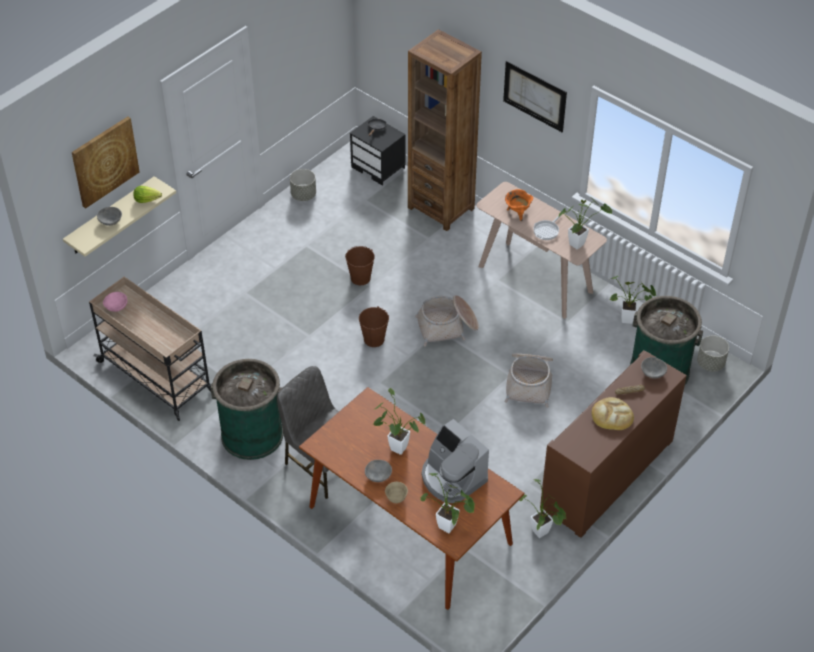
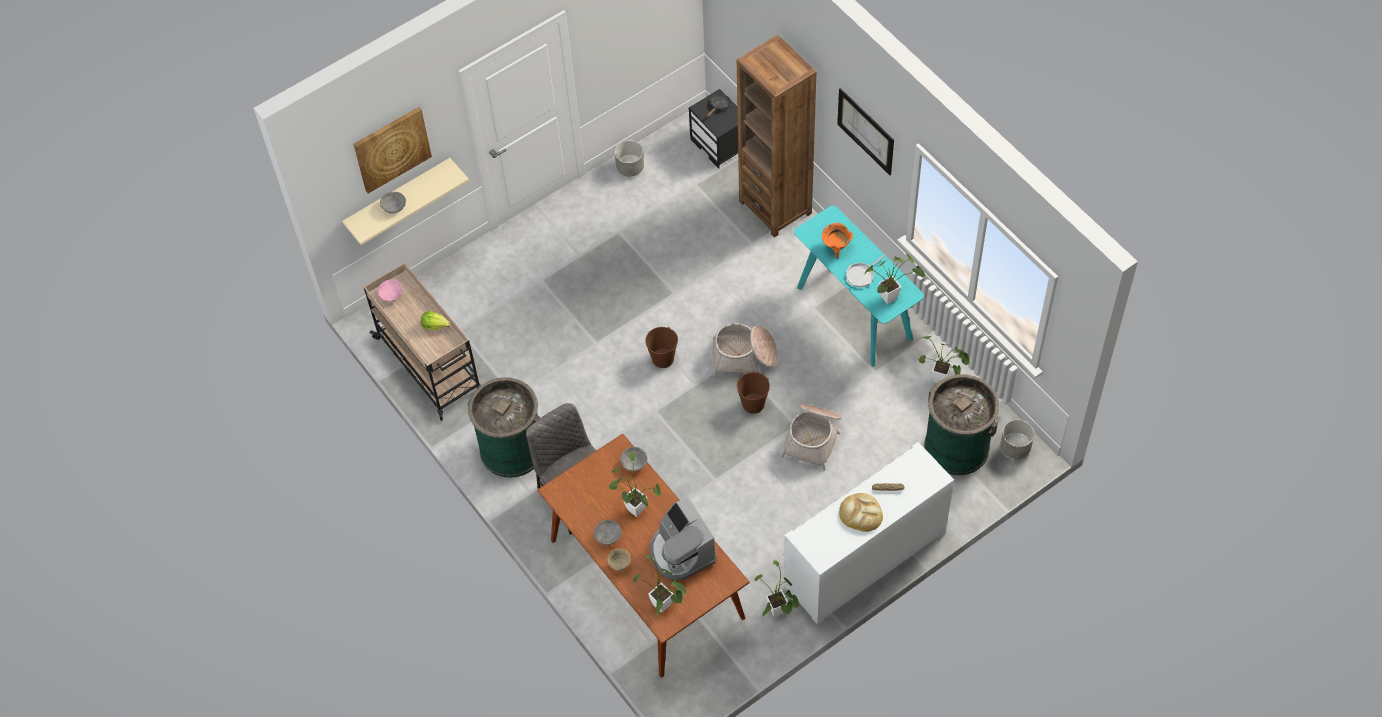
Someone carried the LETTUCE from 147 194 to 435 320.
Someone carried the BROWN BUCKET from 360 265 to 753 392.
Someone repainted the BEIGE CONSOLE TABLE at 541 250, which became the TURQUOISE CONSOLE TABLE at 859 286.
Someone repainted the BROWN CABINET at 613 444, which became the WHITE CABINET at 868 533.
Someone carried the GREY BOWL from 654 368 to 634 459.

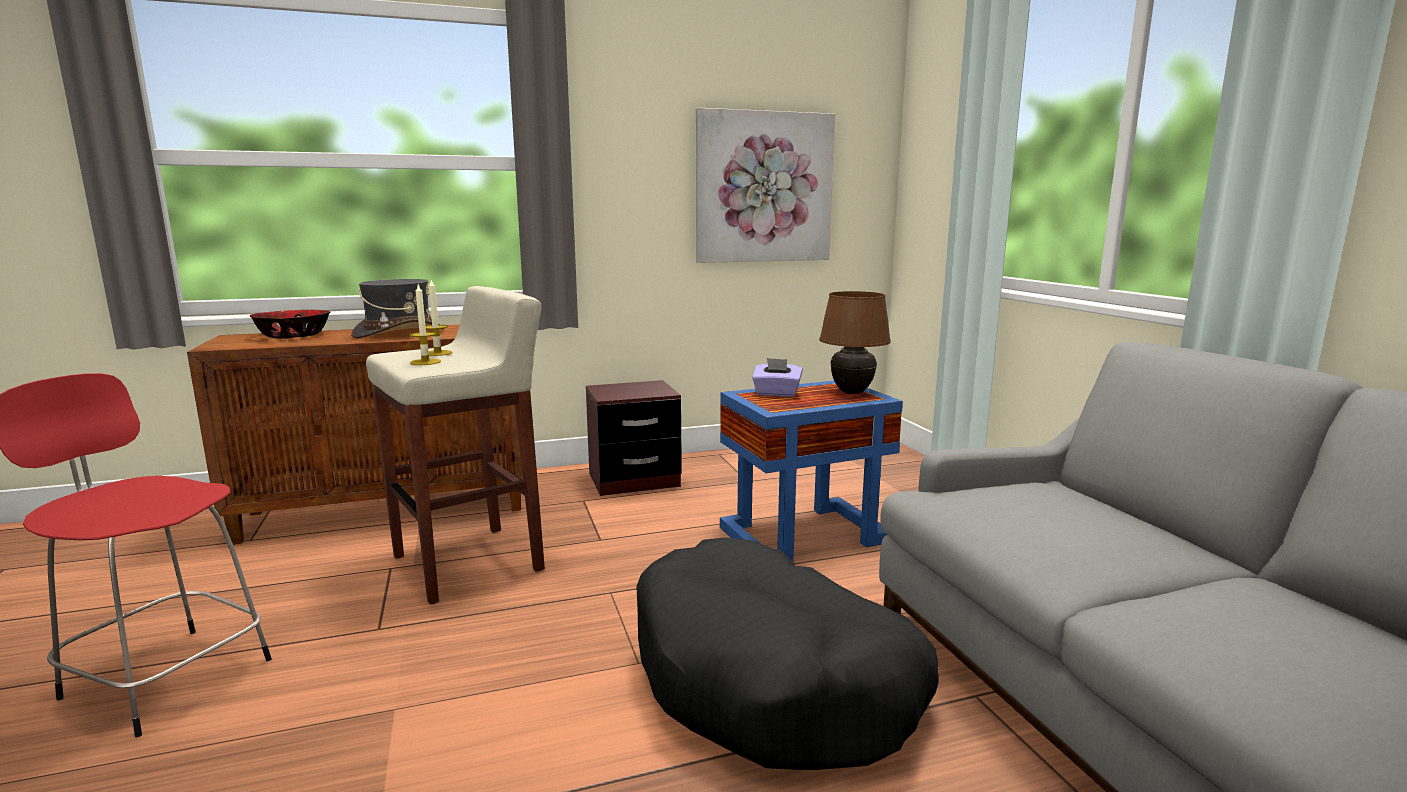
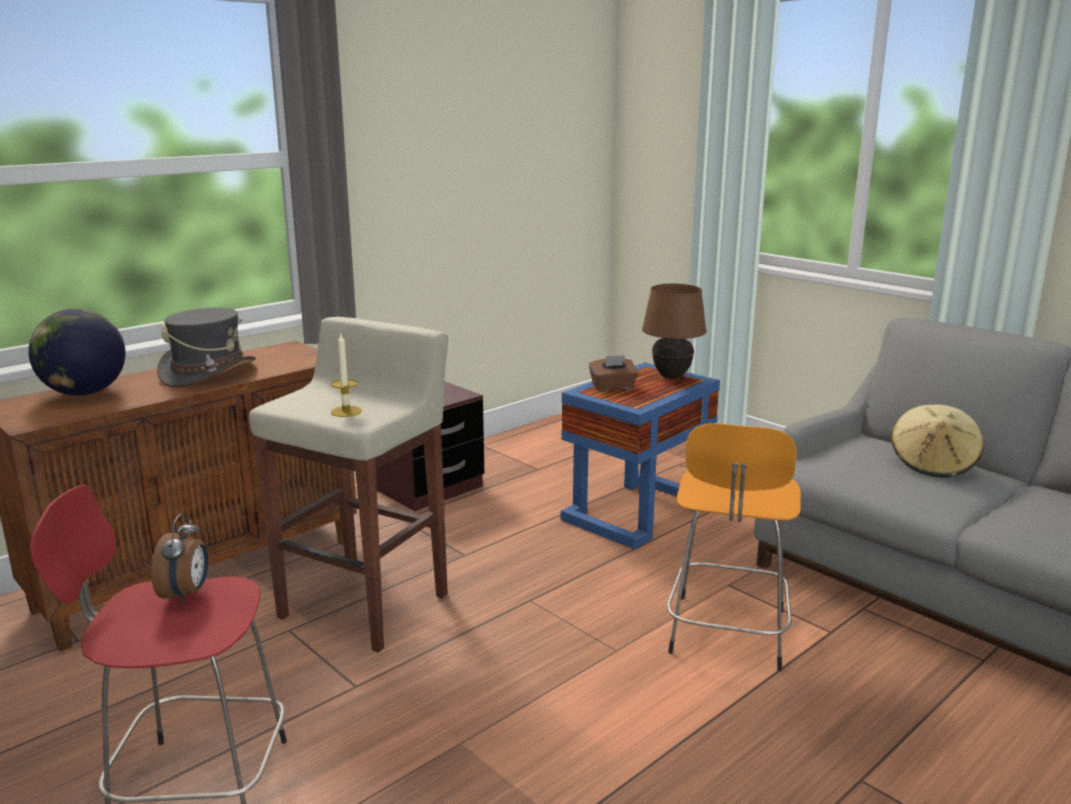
Someone swapped the BOWL at 290 324 for the GLOBE at 77 352.
Someone took away the CANDLE at 439 318.
Someone swapped the BLACK DOG BED at 787 653 for the ORANGE STOOL at 734 547.
Someone took away the PICTURE at 765 185.
Someone repainted the PURPLE TISSUE BOX at 777 377, which became the BROWN TISSUE BOX at 614 373.
Someone put down the ALARM CLOCK at 179 558.
Someone put down the BEIGE HAT at 937 441.

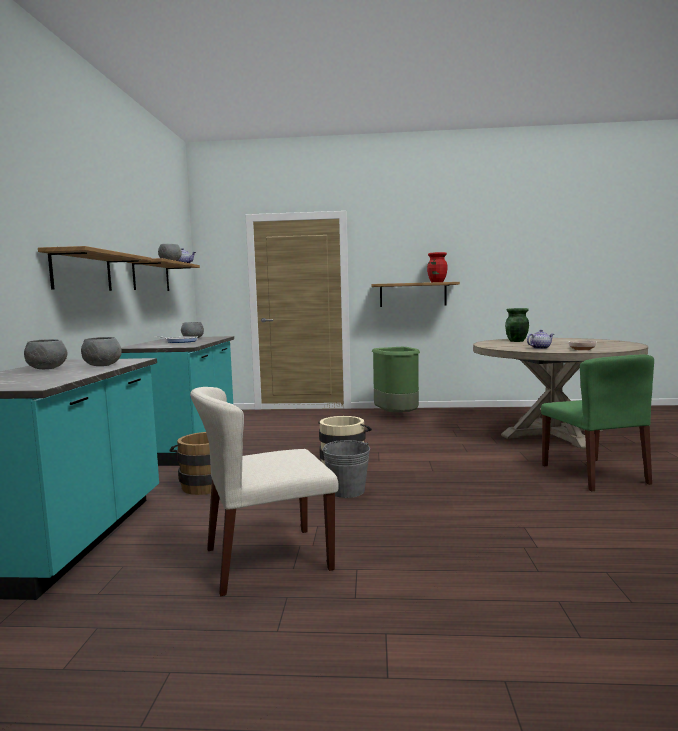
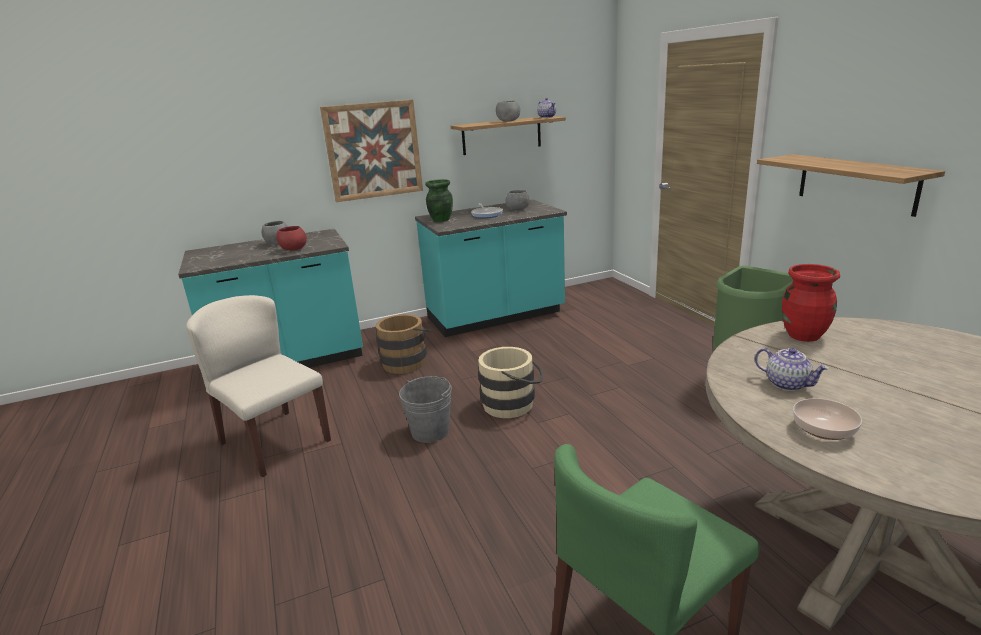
Someone swapped the SHELF at 95 268 for the PICTURE at 371 150.
Someone repainted the GREY BOWL at 101 351, which became the RED BOWL at 292 238.
Someone carried the RED VASE from 437 267 to 811 303.
Someone carried the GREEN VASE from 517 325 to 439 200.

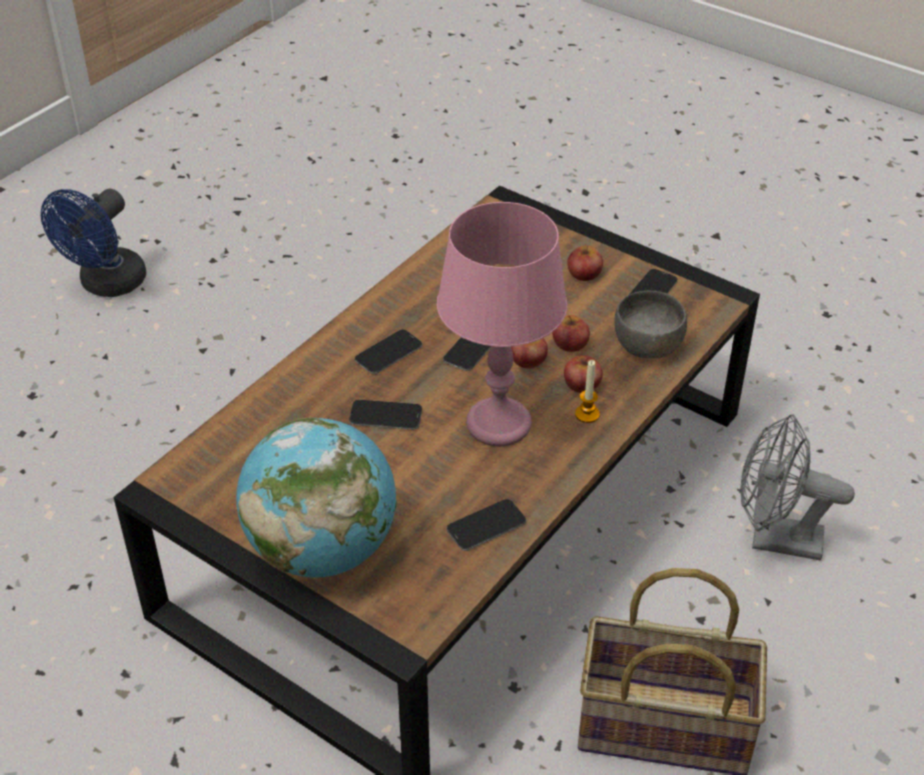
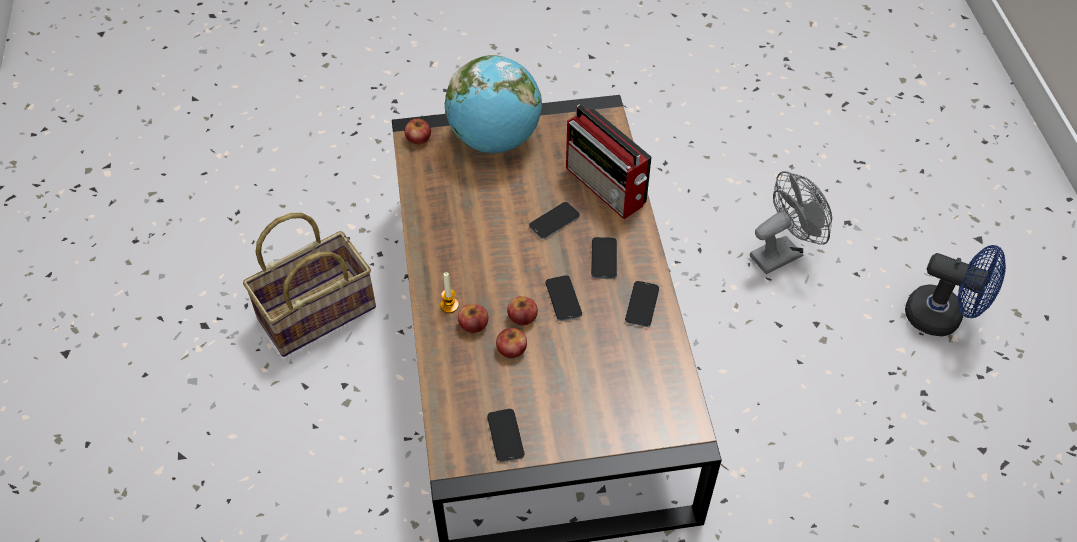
Someone rotated the BLUE FAN at 93 243 by 135 degrees clockwise.
Someone took away the PINK TABLE LAMP at 502 324.
Someone carried the PHONE from 486 525 to 642 304.
Someone carried the APPLE from 585 263 to 418 131.
Someone took away the GREY BOWL at 651 325.
Someone carried the GREY FAN from 797 487 to 791 222.
Someone put down the RADIO at 609 162.

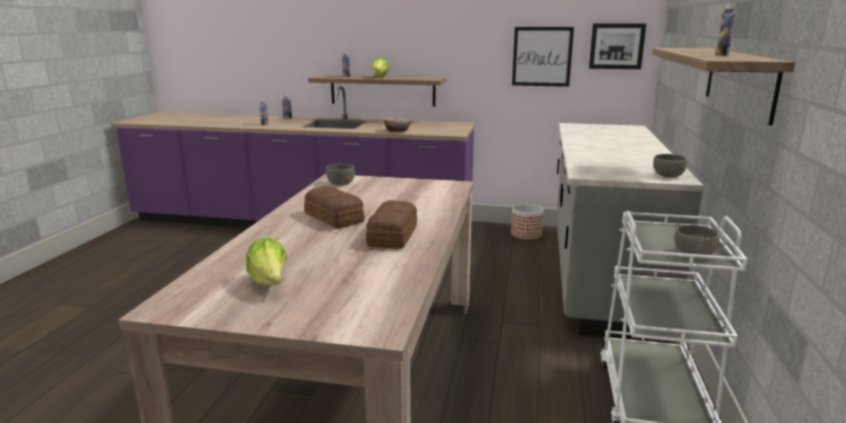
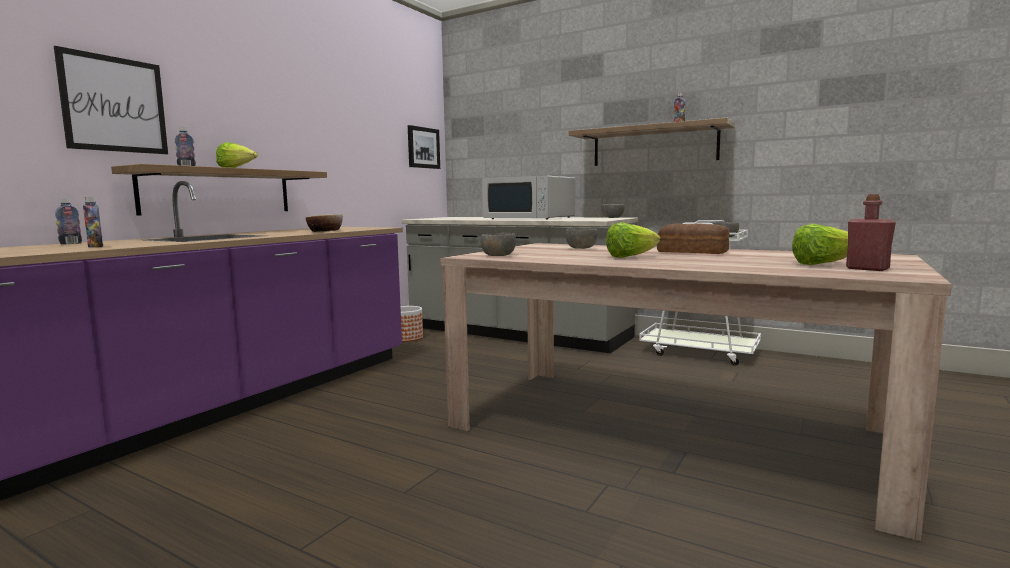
Someone swapped the BREAD at 334 207 for the LETTUCE at 633 240.
Someone carried the PICTURE from 543 57 to 111 100.
Someone put down the WHITE MICROWAVE at 528 197.
Someone put down the GREY BOWL at 582 238.
Someone put down the RED BOTTLE at 871 232.

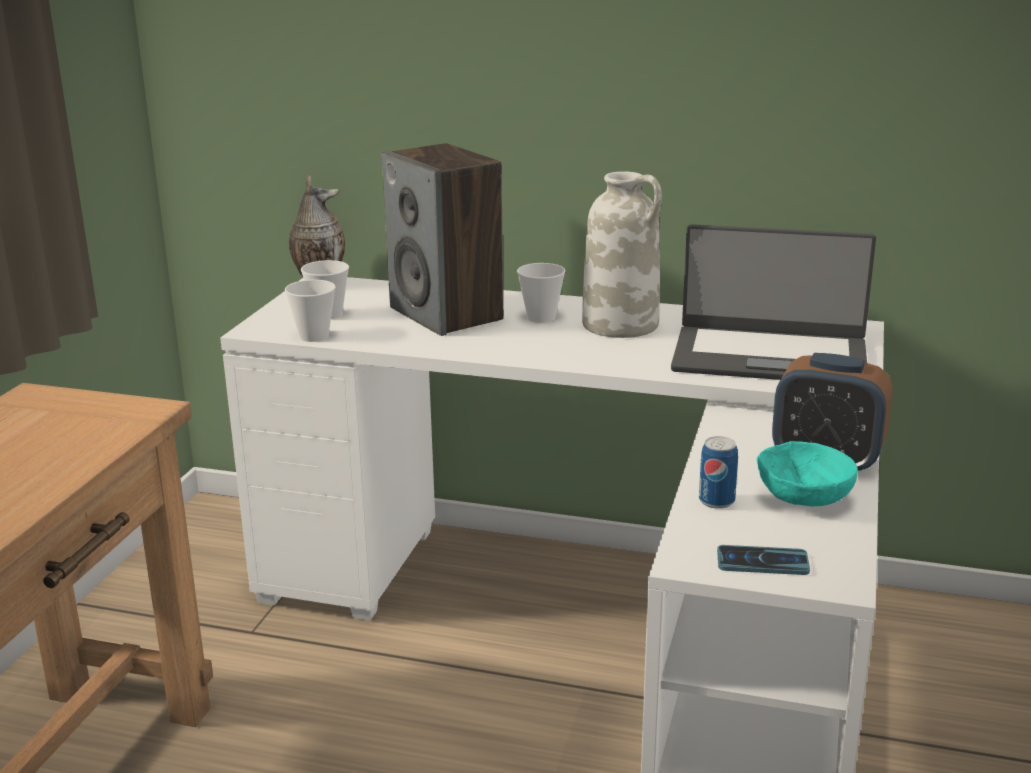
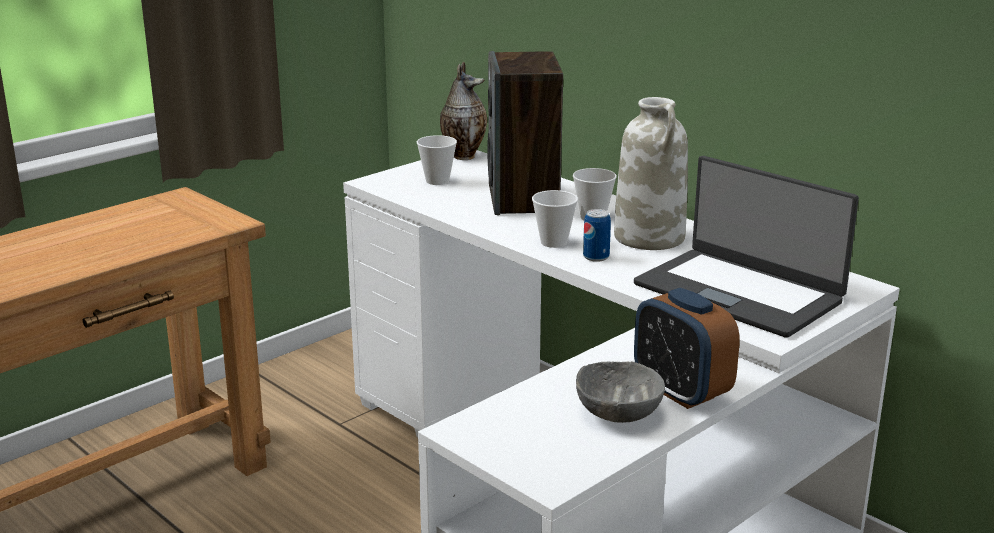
Someone carried the CUP from 310 311 to 555 219.
Someone carried the CAN from 718 472 to 597 235.
Someone took away the PHONE at 763 560.
Someone repainted the TURQUOISE BOWL at 807 474, which became the GREY BOWL at 620 392.

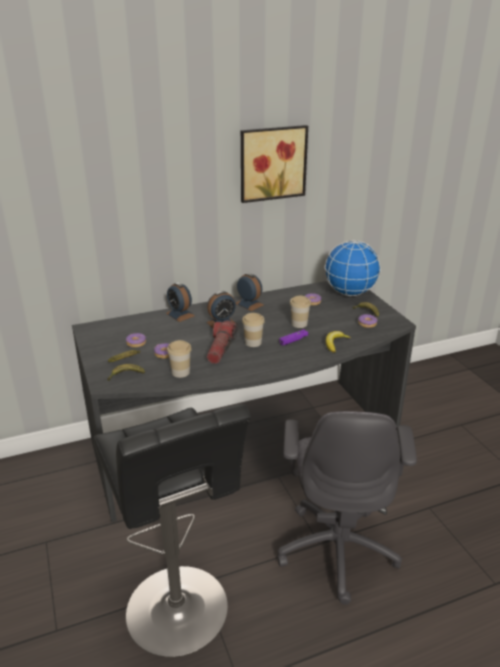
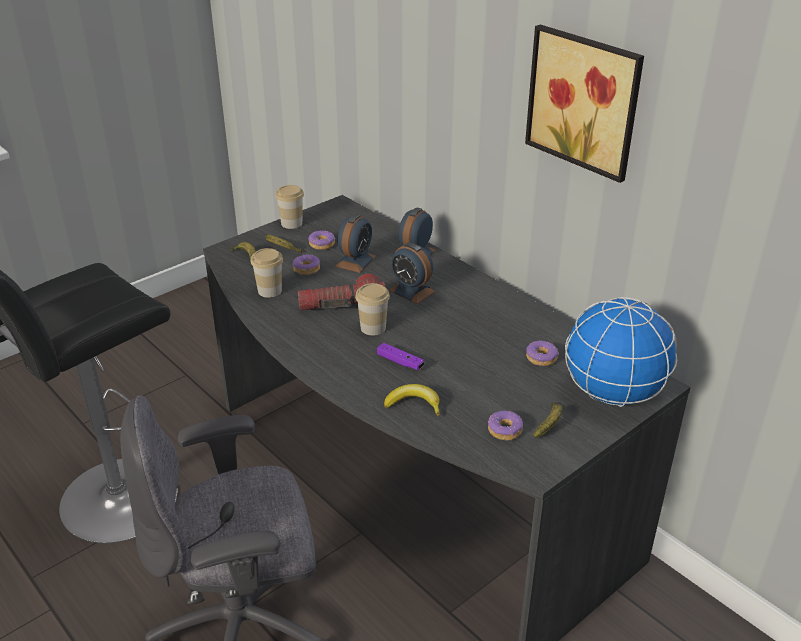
Someone carried the ALARM CLOCK from 249 292 to 355 243.
Someone carried the CUP from 300 312 to 289 207.

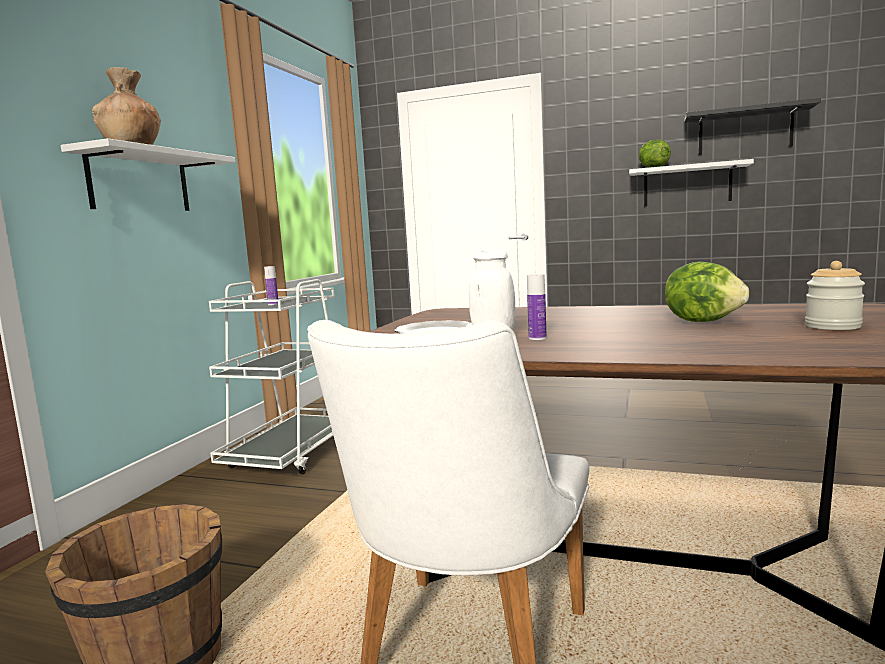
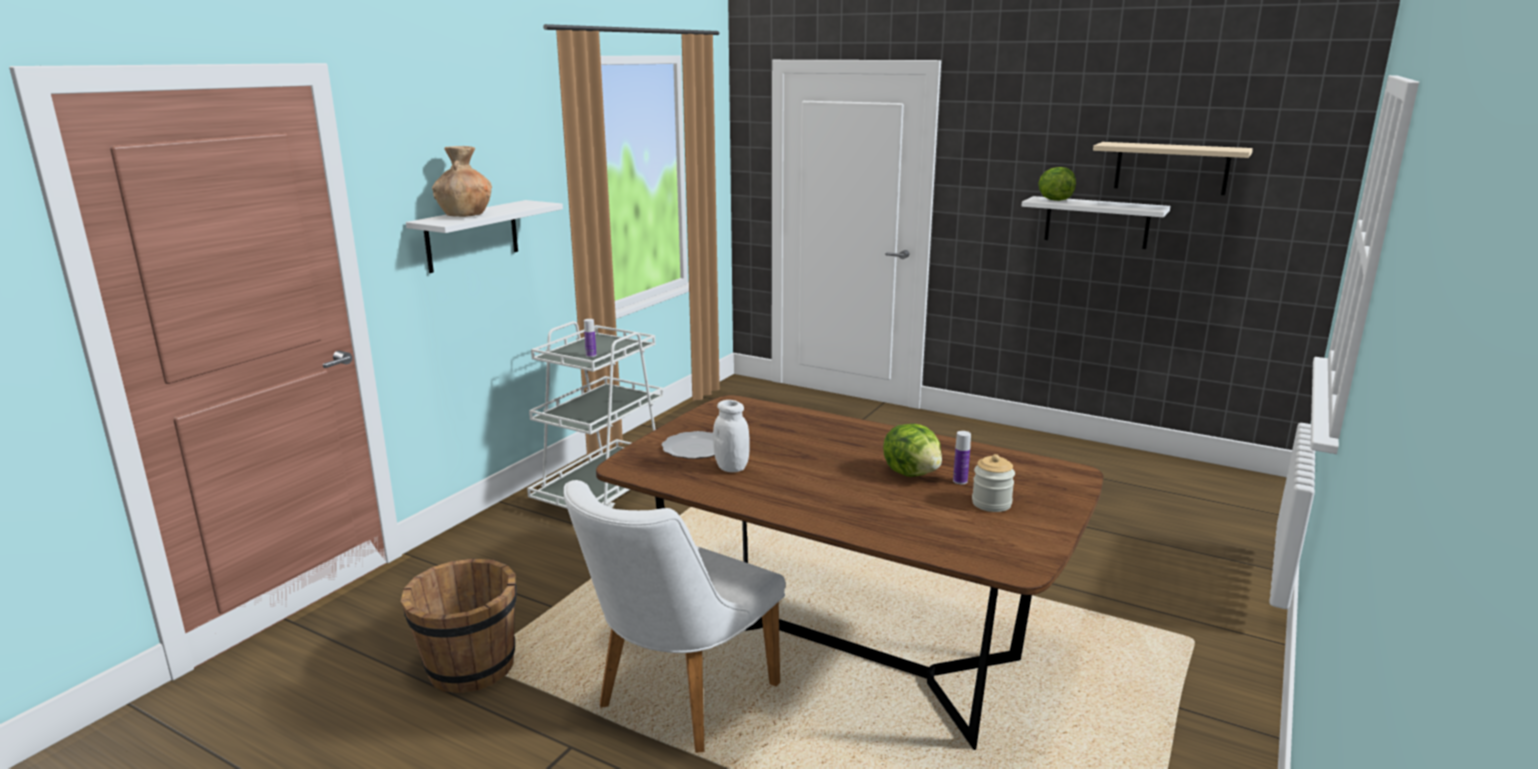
Someone carried the BOTTLE from 537 307 to 962 457.
Someone repainted the BLACK SHELF at 752 126, which became the BEIGE SHELF at 1173 168.

